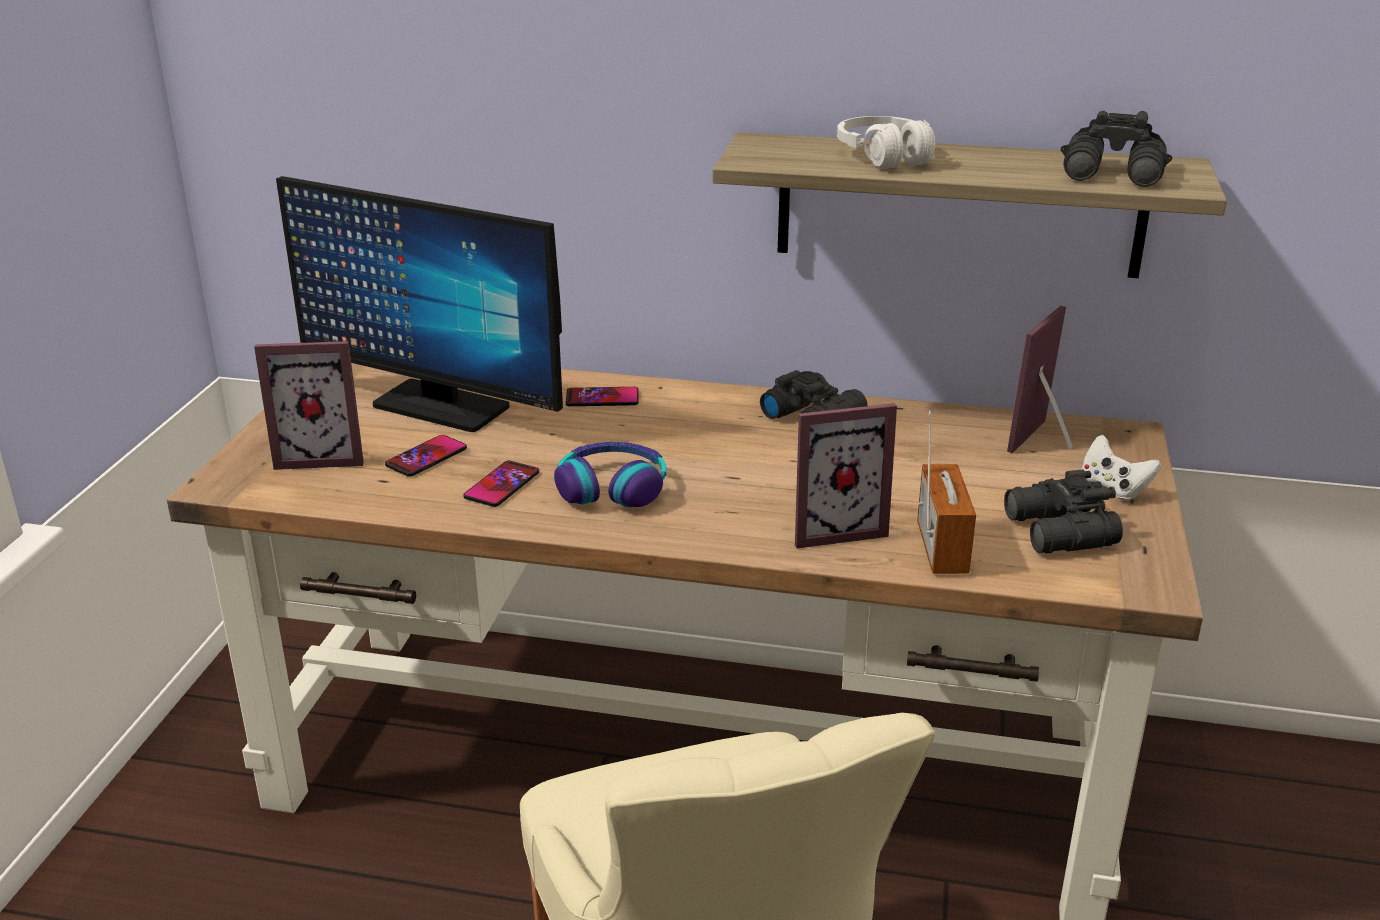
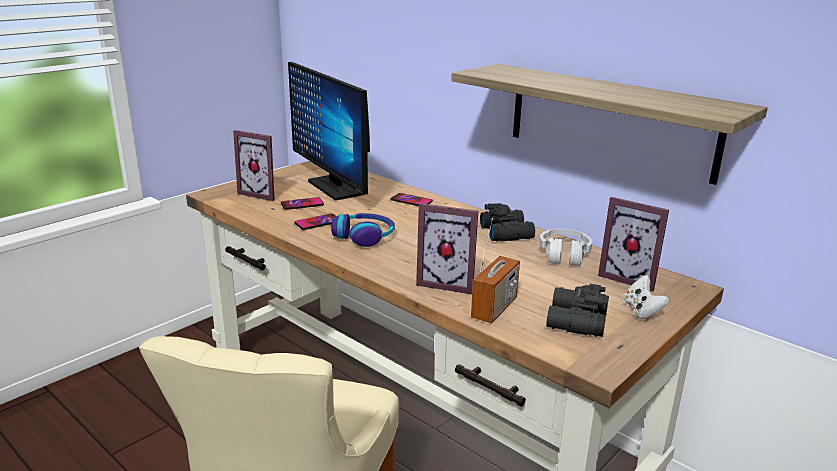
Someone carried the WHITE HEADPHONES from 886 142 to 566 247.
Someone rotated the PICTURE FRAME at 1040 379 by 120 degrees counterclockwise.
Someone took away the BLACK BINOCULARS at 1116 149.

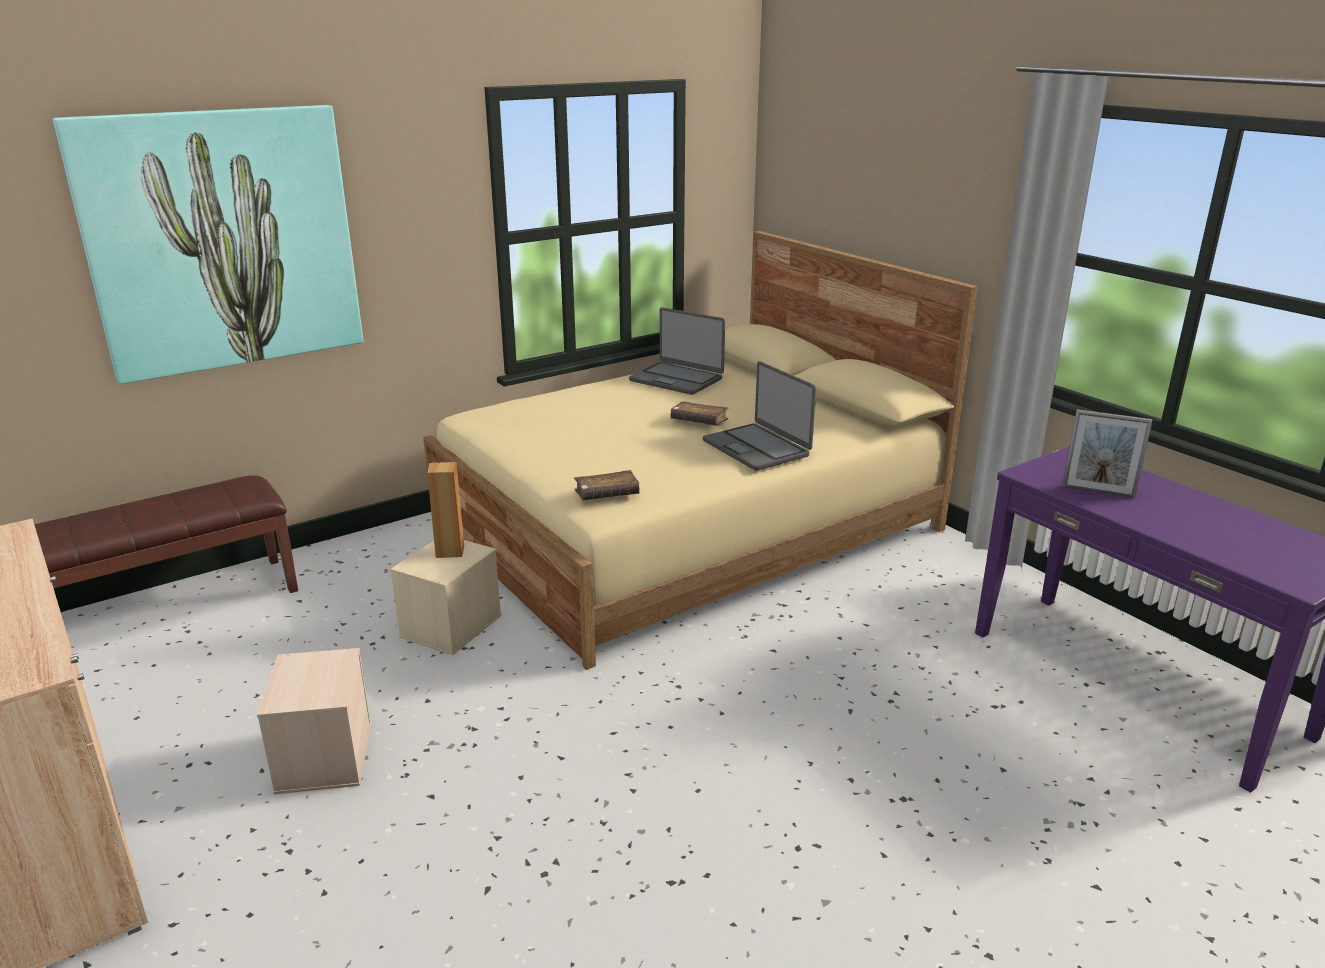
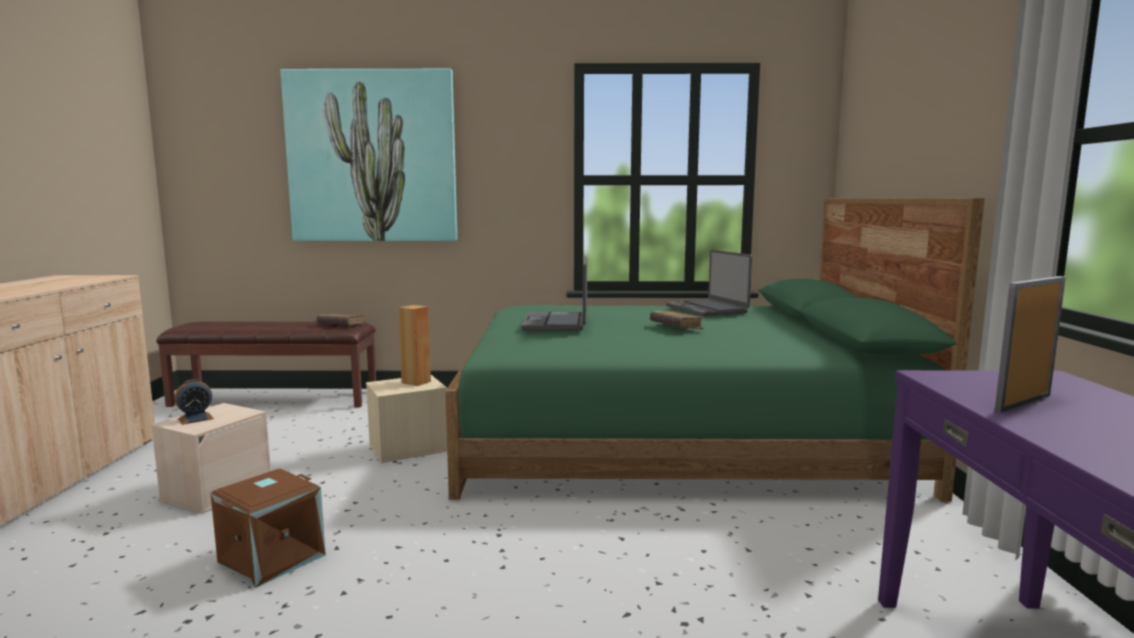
Someone repainted the BEIGE BED at 700 450, which became the GREEN BED at 715 350.
Someone carried the BROWN BOOK from 607 485 to 340 319.
Someone carried the LAPTOP from 759 416 to 554 293.
Someone rotated the PICTURE FRAME at 1107 454 by 90 degrees clockwise.
Someone put down the ALARM CLOCK at 194 402.
Someone put down the BROWN STORAGE BOX at 268 528.

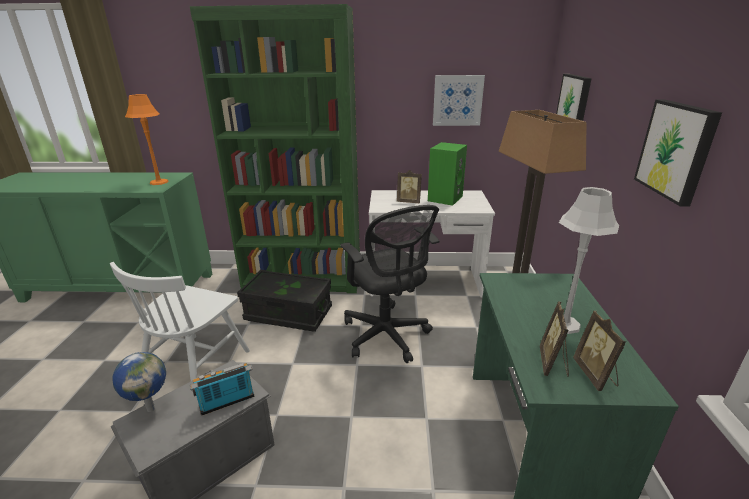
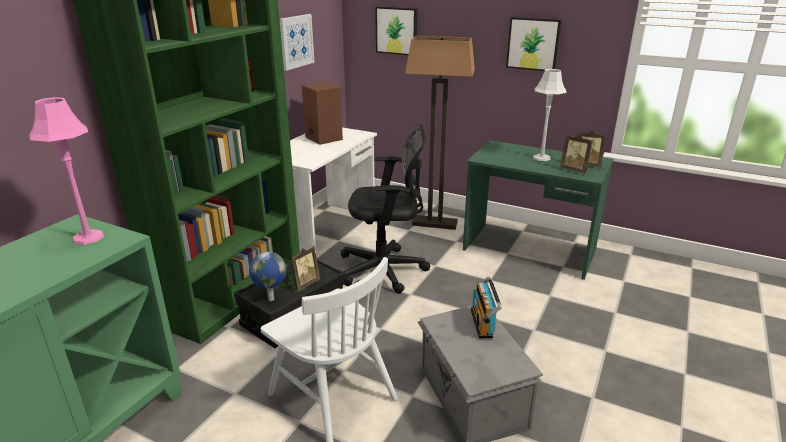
Someone carried the GLOBE from 139 382 to 267 276.
Someone repainted the ORANGE TABLE LAMP at 146 139, which became the PINK TABLE LAMP at 66 171.
Someone carried the PICTURE FRAME from 409 186 to 305 268.
Someone repainted the GREEN SPEAKER at 447 174, which became the BROWN SPEAKER at 322 113.

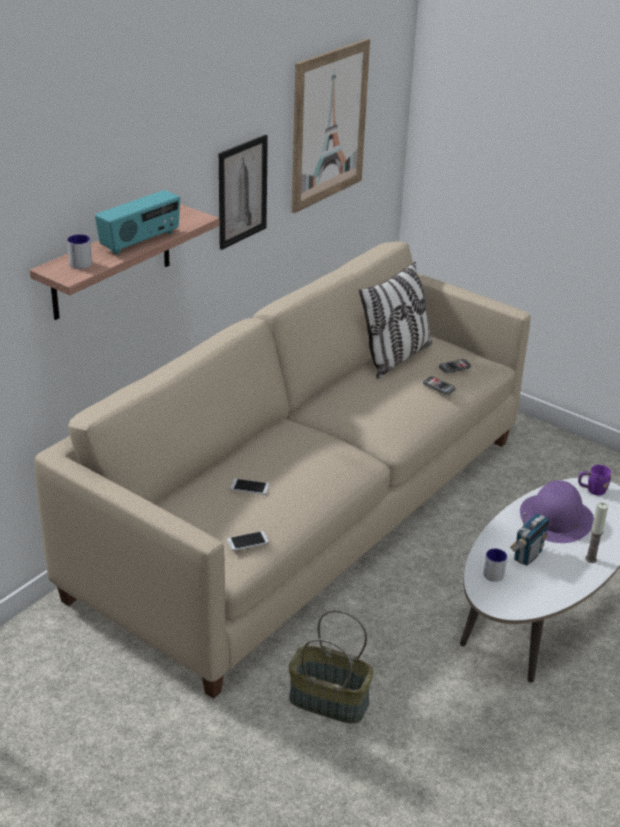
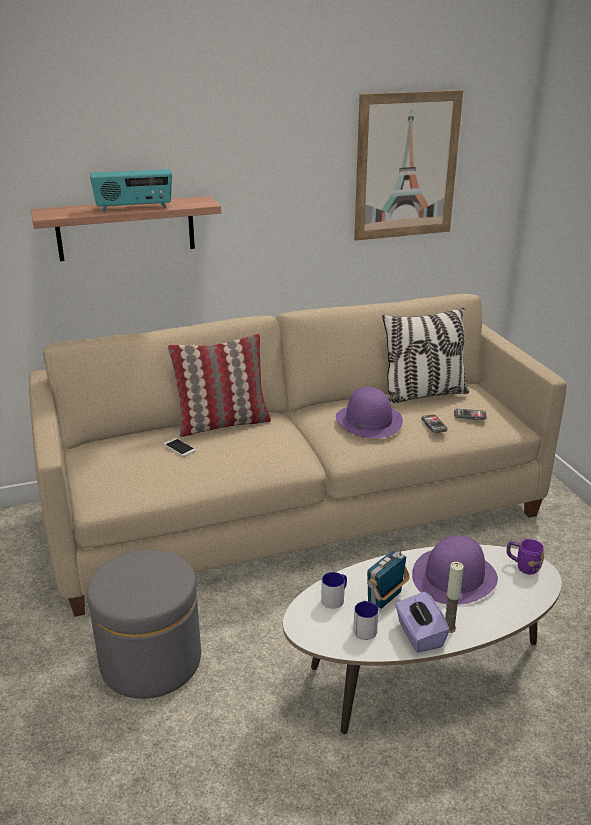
Someone carried the MUG from 79 251 to 366 620.
Someone took away the PICTURE at 243 192.
Someone took away the PHONE at 248 541.
Someone swapped the BASKET at 331 667 for the GREY OTTOMAN at 144 624.
Someone rotated the RADIO at 529 539 by 150 degrees clockwise.
Someone put down the PILLOW at 219 385.
Someone put down the PURPLE HAT at 369 413.
Someone put down the PURPLE TISSUE BOX at 422 622.

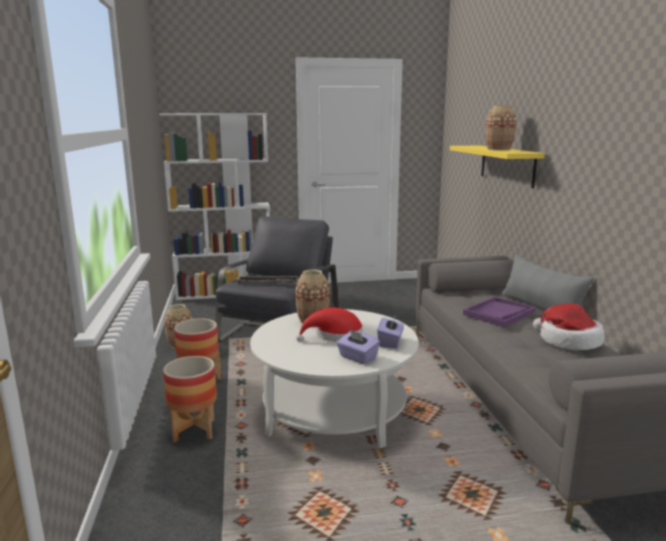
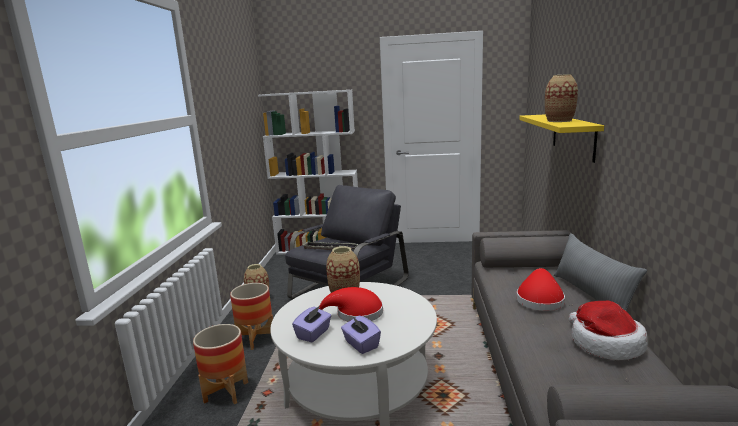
Someone carried the PURPLE TISSUE BOX from 390 332 to 311 324.
Someone swapped the PURPLE TRAY at 499 312 for the RED HAT at 540 289.

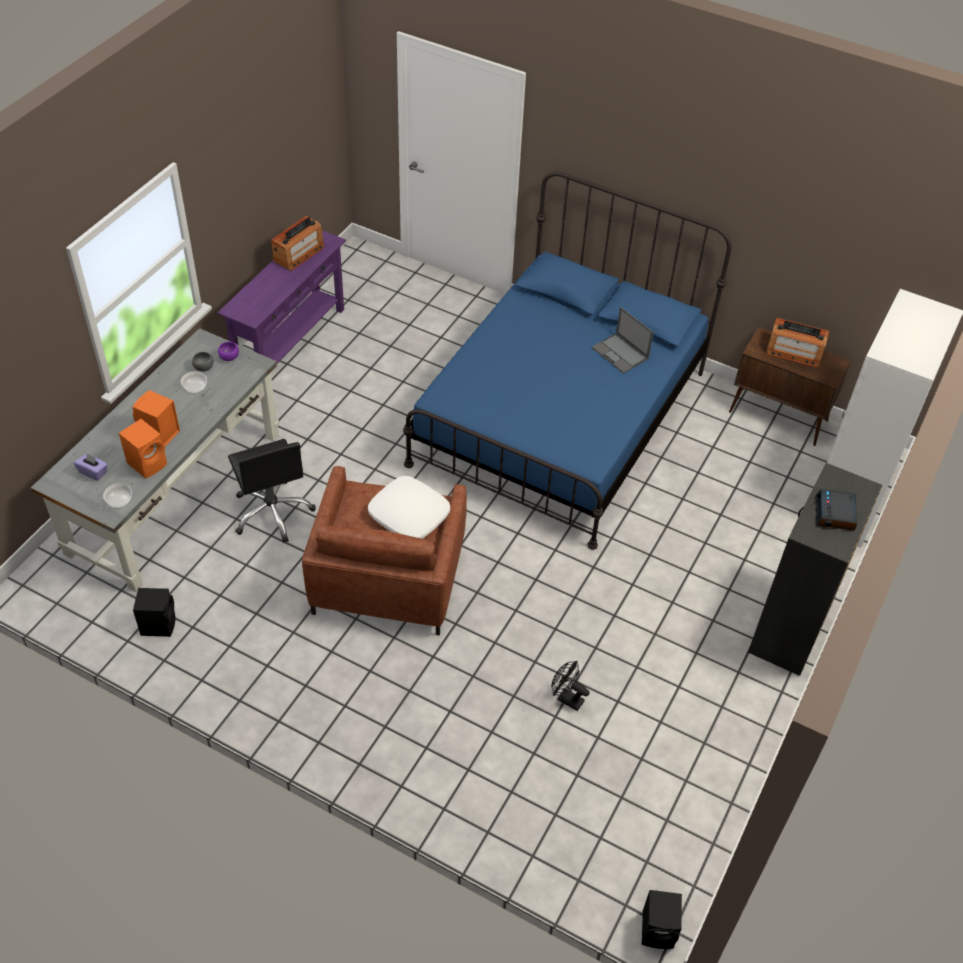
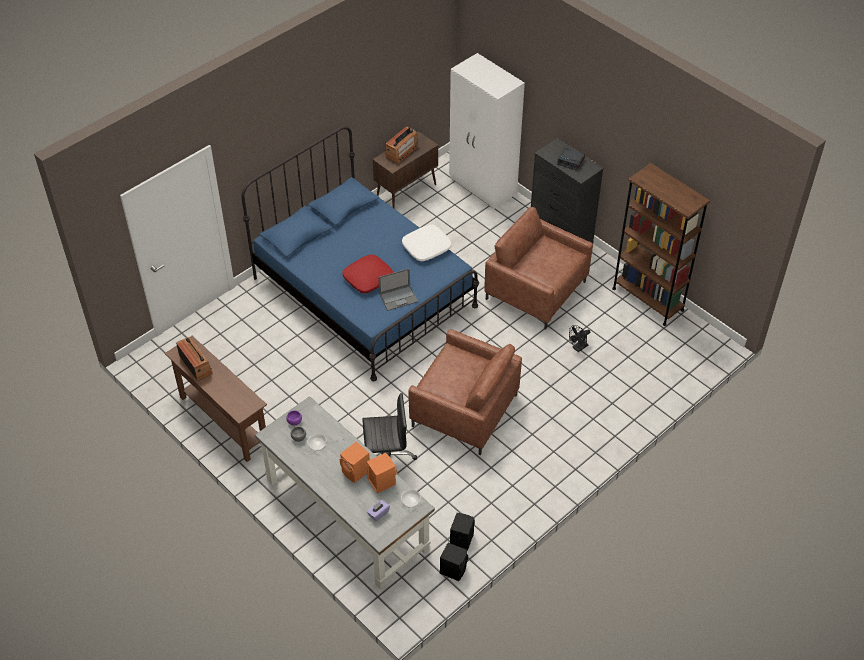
Someone repainted the PURPLE CONSOLE TABLE at 281 297, which became the BROWN CONSOLE TABLE at 216 399.
Someone carried the WHITE PILLOW from 409 507 to 426 243.
Someone carried the LAPTOP from 623 340 to 398 289.
Someone carried the BLACK SPEAKER from 662 919 to 454 562.
Someone put down the RED PILLOW at 368 274.
Someone put down the BROWN ARMCHAIR at 539 268.
Someone put down the BROWN BOOKCASE at 661 244.

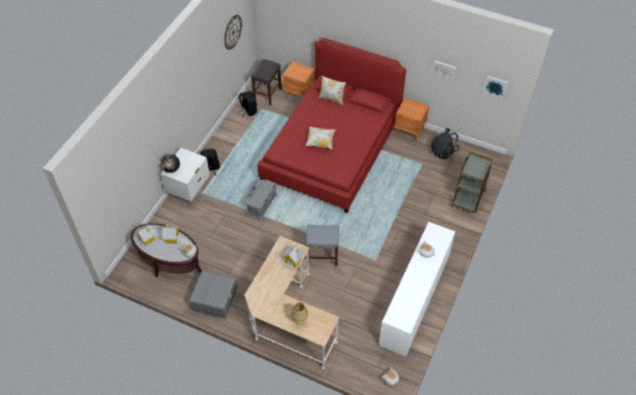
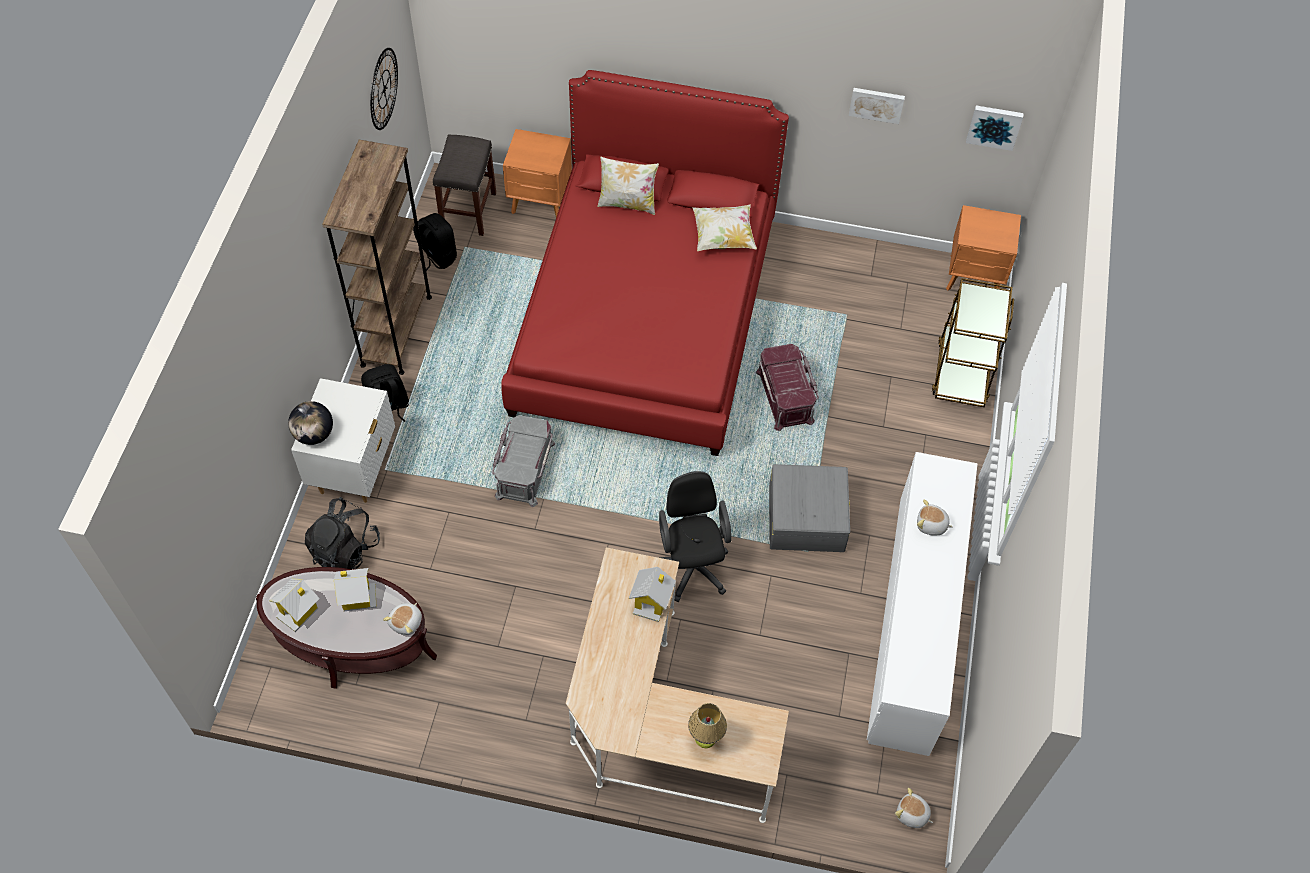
Someone carried the GREY STORAGE BOX from 213 295 to 809 508.
Someone carried the PILLOW from 320 138 to 724 227.
Someone swapped the GREY STOOL at 322 245 for the BLACK OFFICE CHAIR at 695 536.
Someone carried the ORANGE NIGHTSTAND from 412 120 to 983 247.
Someone carried the BLACK BACKPACK from 445 143 to 342 533.
Someone put down the BROWN BOOKCASE at 377 257.
Someone put down the RED STORAGE BOX at 787 387.

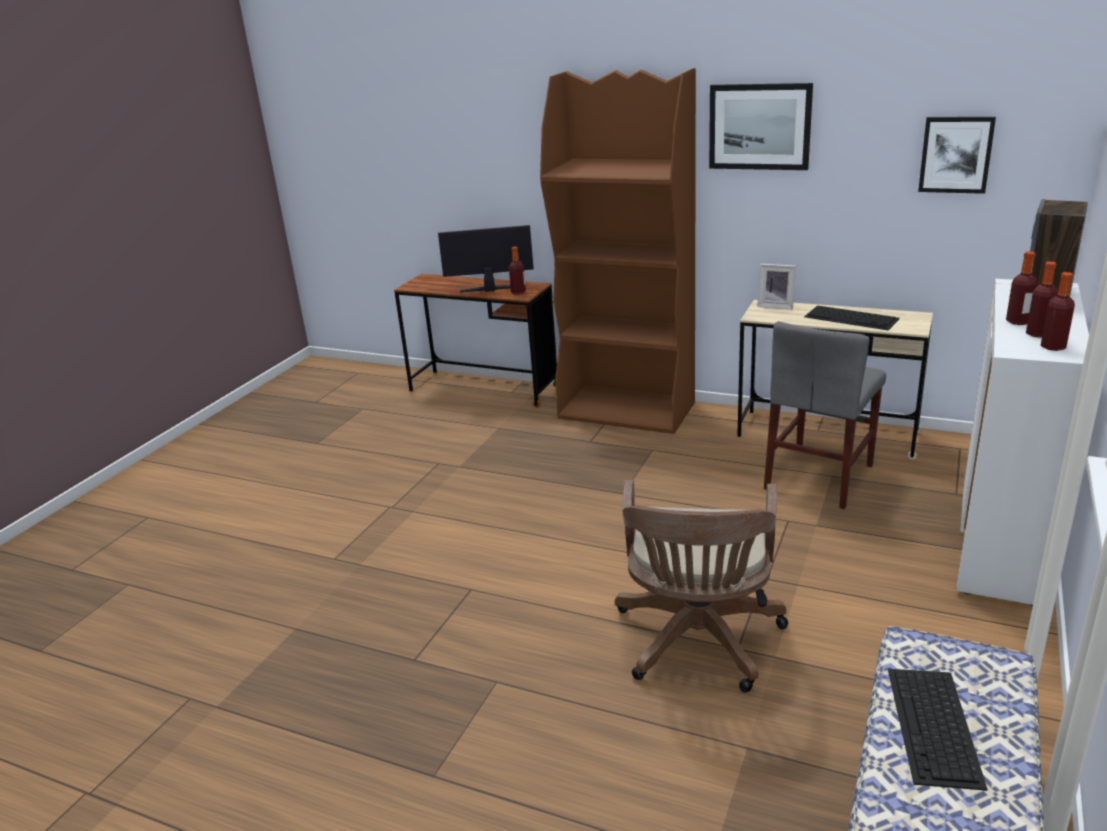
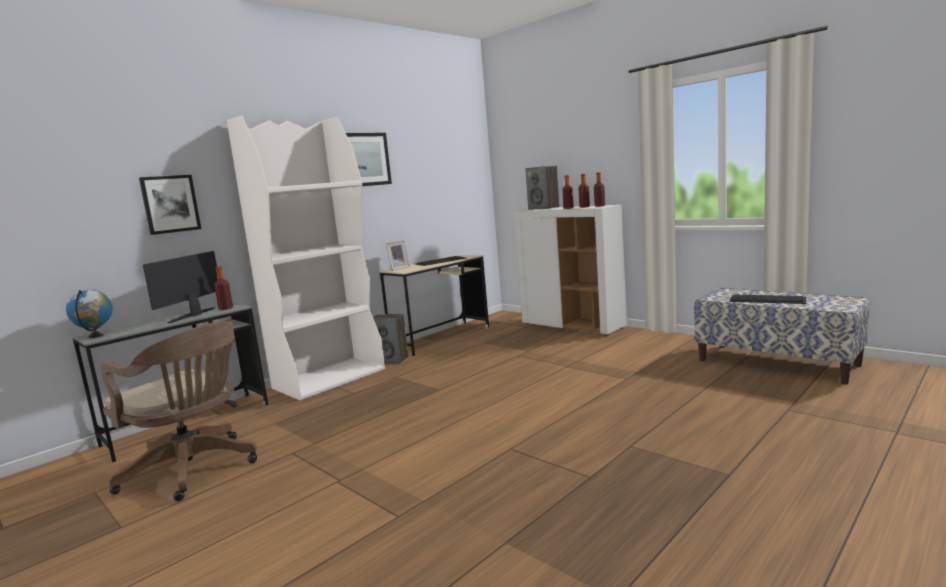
Someone repainted the BROWN DESK at 475 341, which became the GREY DESK at 171 382.
Someone repainted the BROWN BOOKCASE at 618 251, which became the WHITE BOOKCASE at 306 258.
Someone carried the BROWN OFFICE CHAIR from 701 586 to 178 411.
Someone took away the GREY CHAIR at 825 415.
Someone carried the PICTURE from 957 155 to 170 205.
Someone put down the GLOBE at 89 314.
Someone put down the SPEAKER at 390 339.

